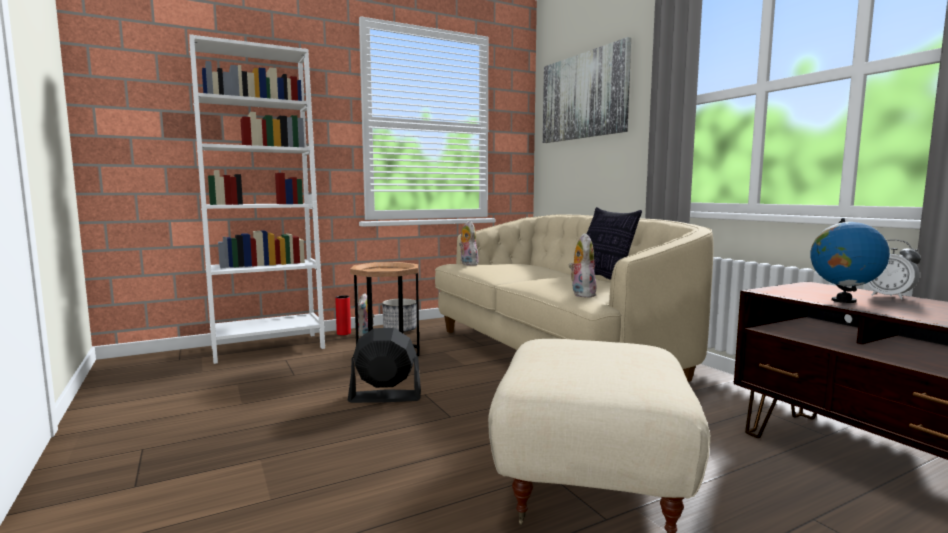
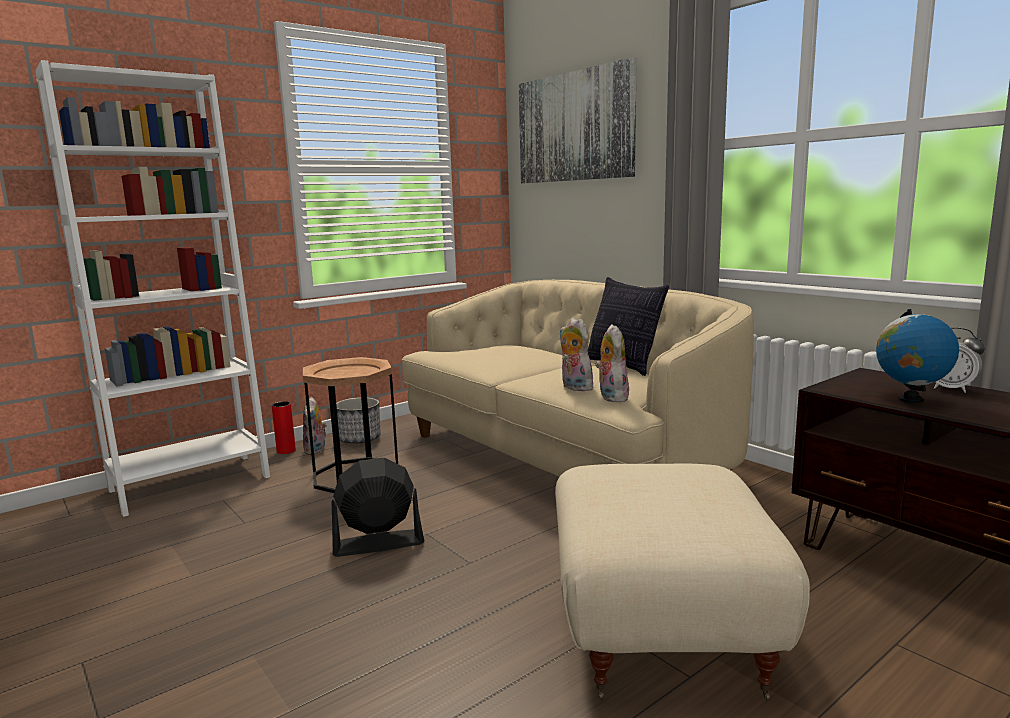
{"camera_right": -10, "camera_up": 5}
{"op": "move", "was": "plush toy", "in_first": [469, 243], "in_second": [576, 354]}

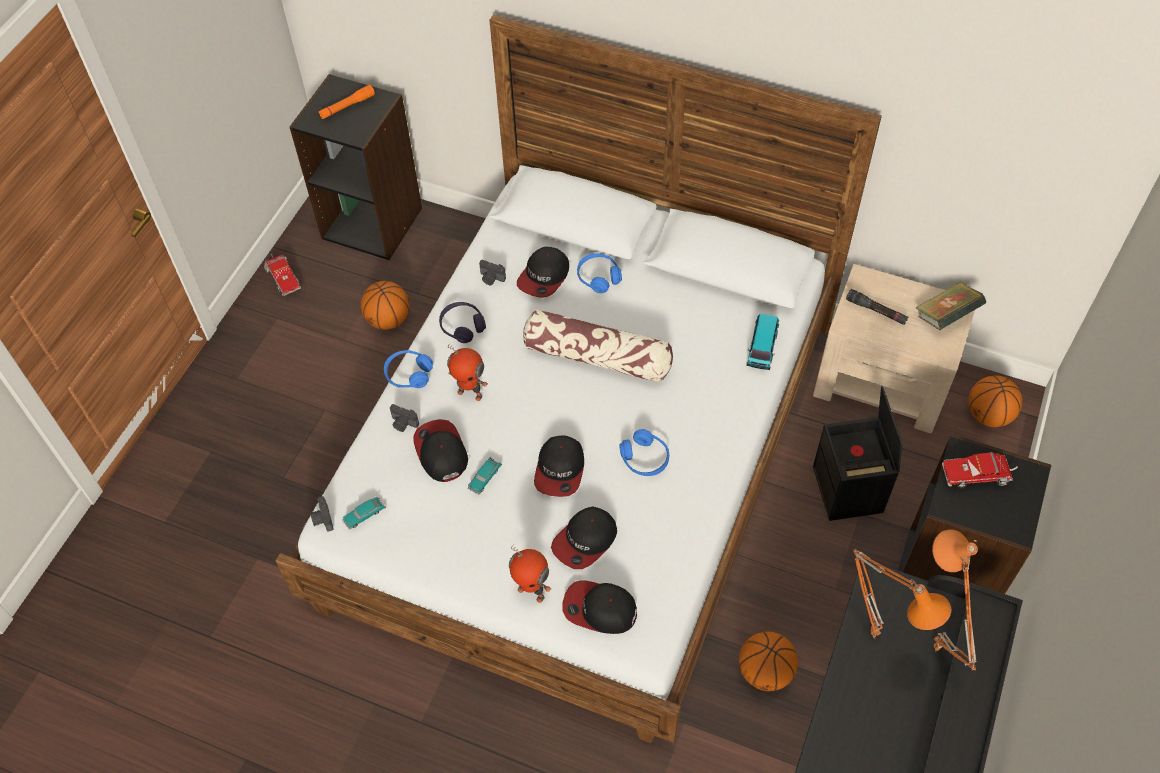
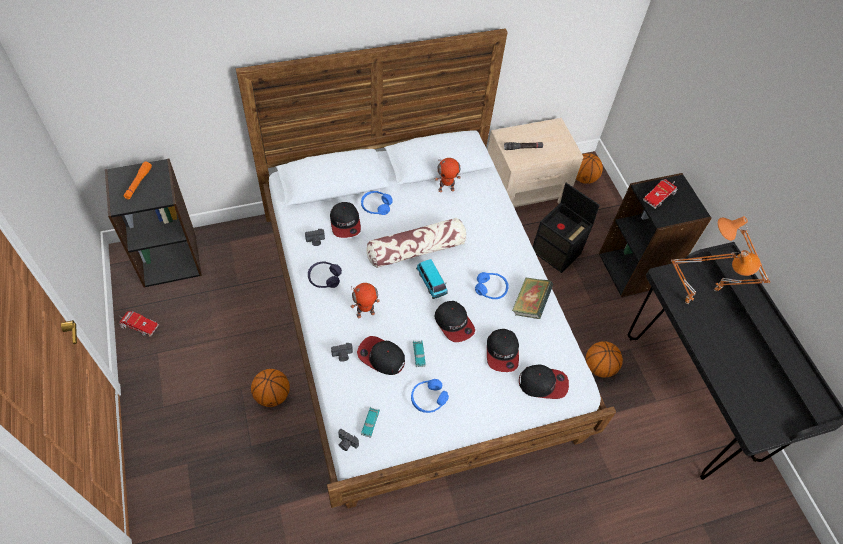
{"camera_right": -45, "camera_up": 0}
{"op": "move", "was": "basketball", "in_first": [385, 305], "in_second": [270, 388]}
{"op": "move", "was": "blue headphones", "in_first": [408, 369], "in_second": [430, 396]}
{"op": "move", "was": "toy robot", "in_first": [530, 573], "in_second": [448, 175]}
{"op": "move", "was": "toy car", "in_first": [762, 342], "in_second": [432, 279]}
{"op": "move", "was": "book", "in_first": [950, 306], "in_second": [532, 298]}
{"op": "rotate", "was": "cap", "in_first": [600, 607], "in_second": [544, 381], "clockwise": -150}

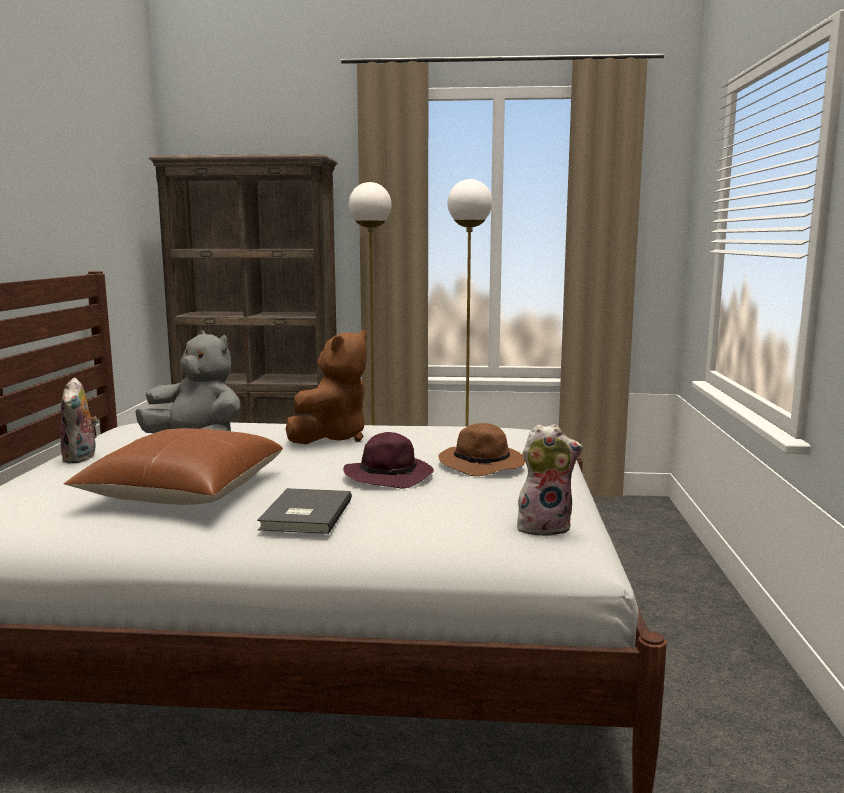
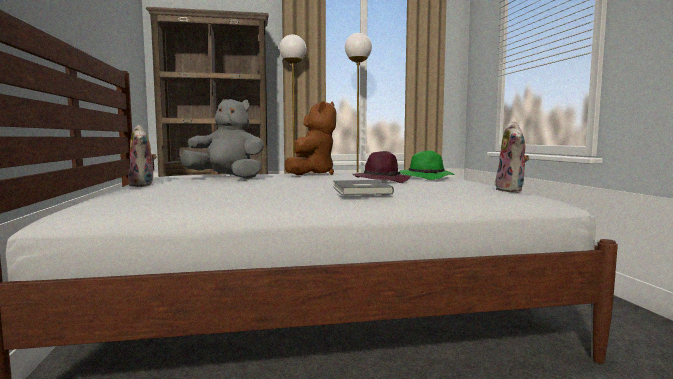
{"camera_right": -15, "camera_up": -5}
{"op": "delete", "was": "brown pillow", "in_first": [173, 466]}
{"op": "recolor", "was": "brown hat", "now": "green hat", "in_first": [481, 449], "in_second": [427, 165]}
{"op": "rotate", "was": "plush toy", "in_first": [550, 480], "in_second": [512, 157], "clockwise": 120}

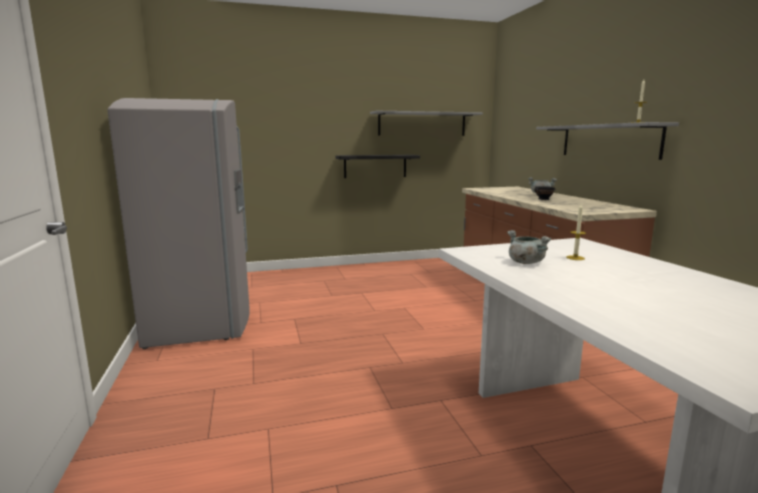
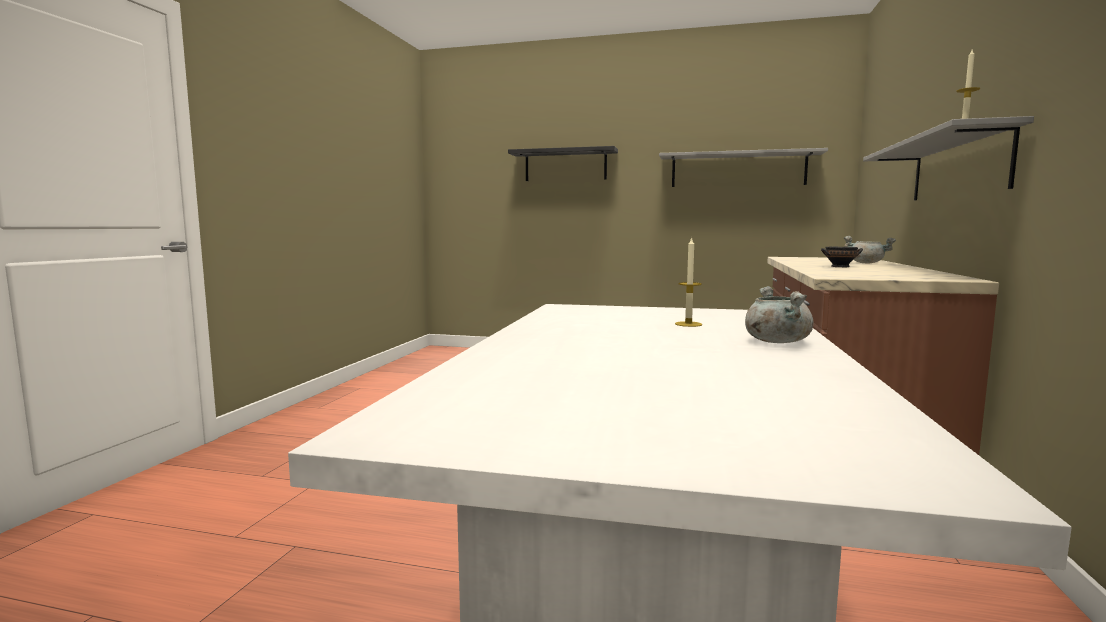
{"camera_right": 30, "camera_up": -5}
{"op": "delete", "was": "grey fridge", "in_first": [178, 223]}
{"op": "move", "was": "black shelf", "in_first": [377, 166], "in_second": [563, 163]}
{"op": "move", "was": "grey cooking pot", "in_first": [529, 247], "in_second": [779, 314]}

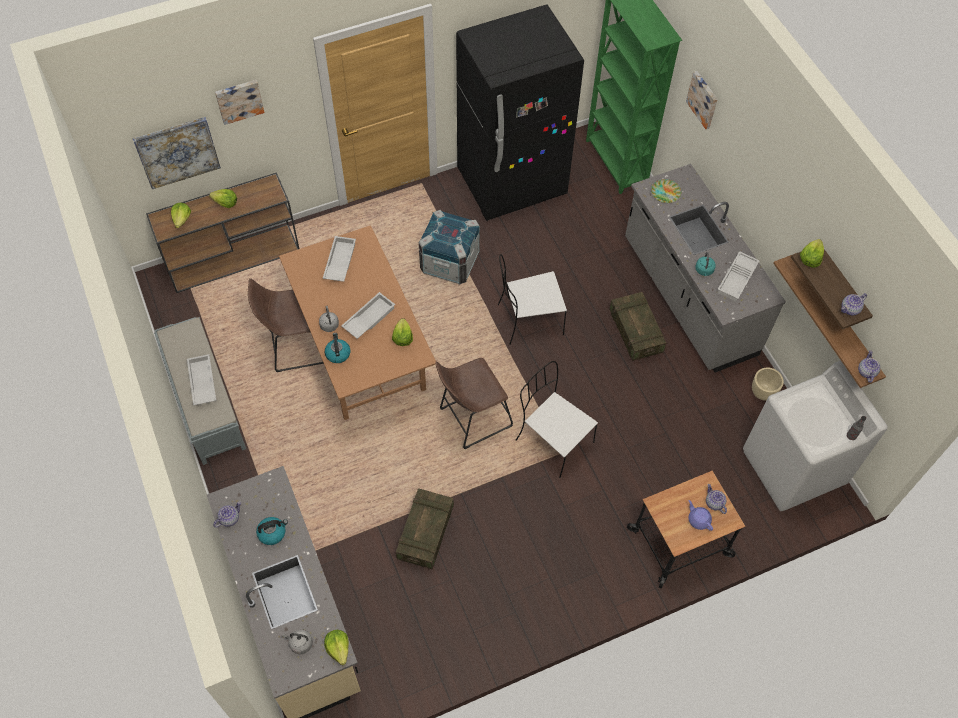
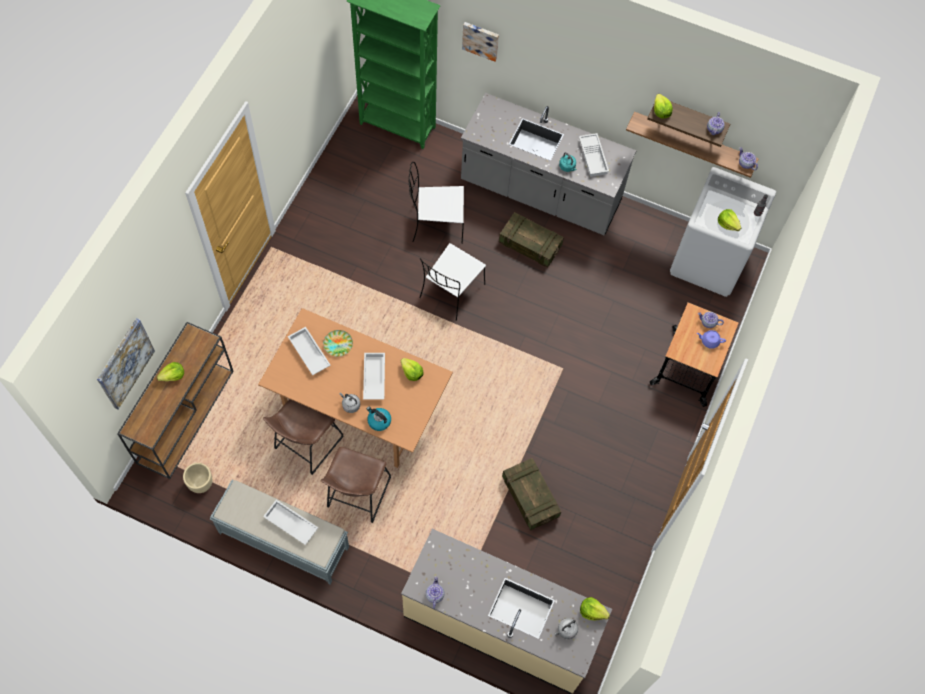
{"camera_right": -45, "camera_up": 5}
{"op": "delete", "was": "picture", "in_first": [240, 102]}
{"op": "delete", "was": "kettle", "in_first": [272, 531]}
{"op": "delete", "was": "crate", "in_first": [449, 247]}
{"op": "delete", "was": "black fridge", "in_first": [520, 113]}
{"op": "move", "was": "lettuce", "in_first": [181, 215], "in_second": [729, 220]}
{"op": "move", "was": "brown stool", "in_first": [474, 403], "in_second": [356, 485]}
{"op": "move", "was": "white chair", "in_first": [556, 419], "in_second": [436, 203]}
{"op": "move", "was": "plate", "in_first": [666, 191], "in_second": [338, 343]}
{"op": "move", "was": "beige planter", "in_first": [768, 384], "in_second": [197, 478]}

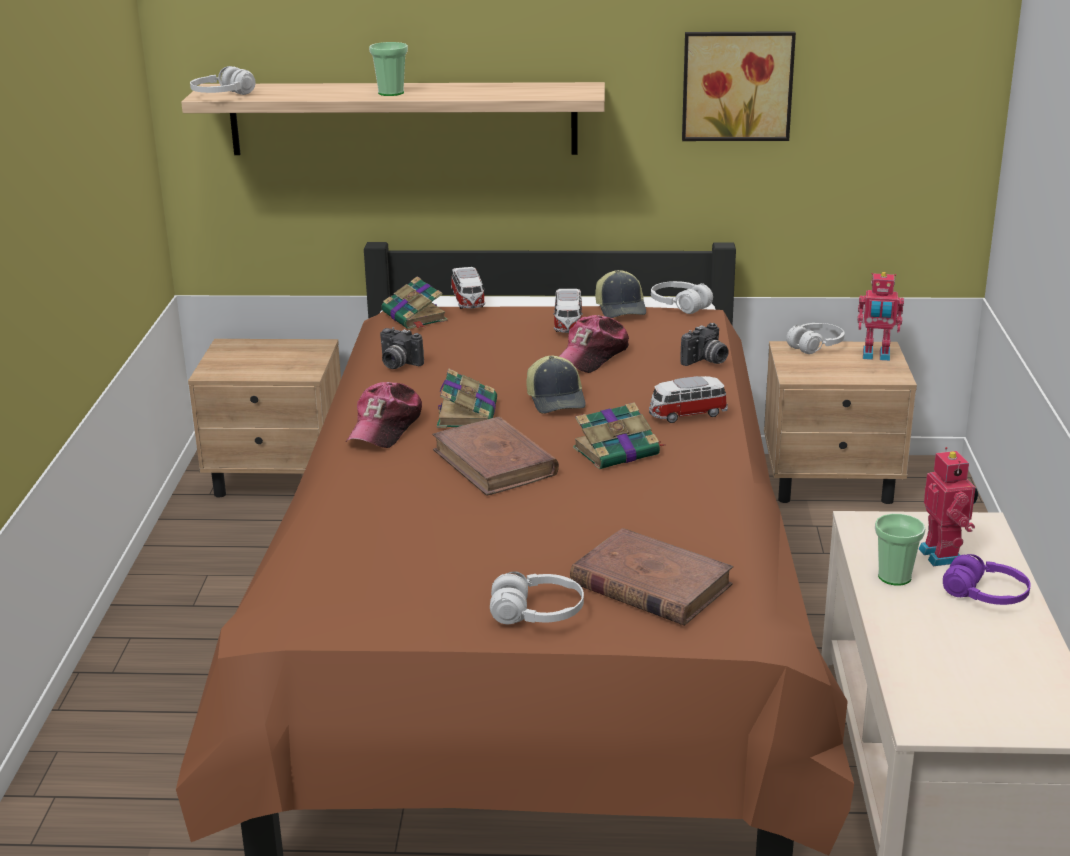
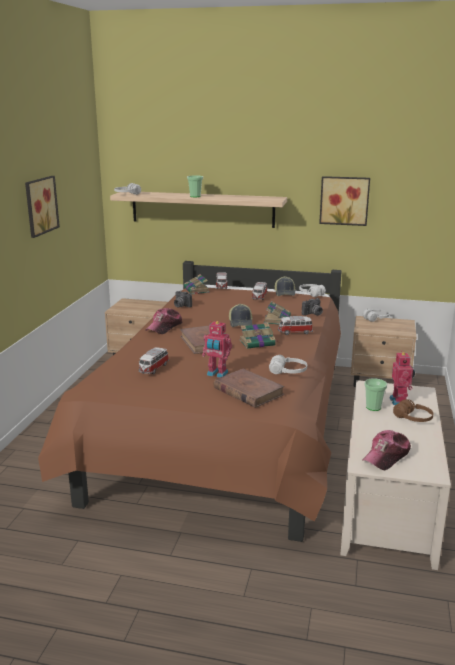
{"camera_right": 10, "camera_up": -5}
{"op": "insert", "now": "picture", "in_second": [42, 207]}
{"op": "insert", "now": "toy car", "in_second": [154, 360]}
{"op": "move", "was": "book", "in_first": [467, 398], "in_second": [277, 312]}
{"op": "move", "was": "white headphones", "in_first": [537, 598], "in_second": [288, 364]}
{"op": "move", "was": "cap", "in_first": [594, 344], "in_second": [387, 450]}
{"op": "move", "was": "toy robot", "in_first": [880, 316], "in_second": [217, 349]}
{"op": "recolor", "was": "purple headphones", "now": "brown headphones", "in_first": [987, 579], "in_second": [413, 410]}

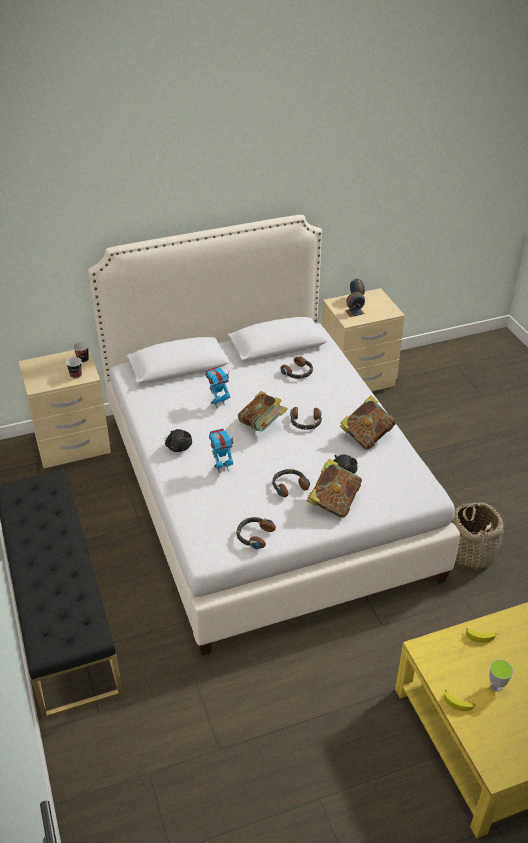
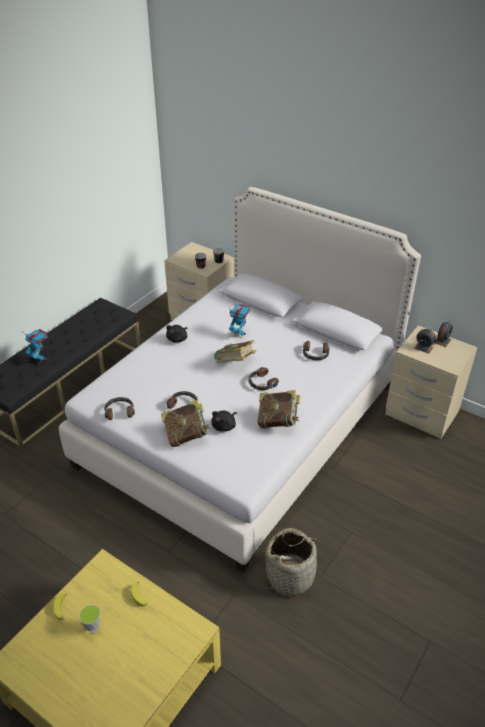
{"camera_right": 55, "camera_up": 0}
{"op": "move", "was": "toy robot", "in_first": [221, 450], "in_second": [36, 346]}

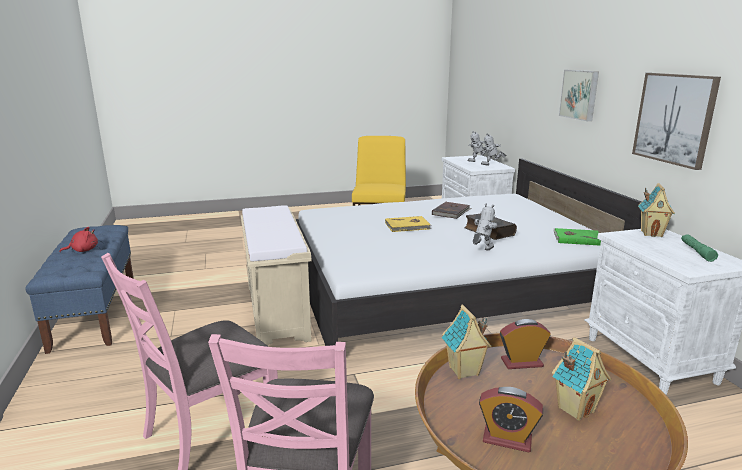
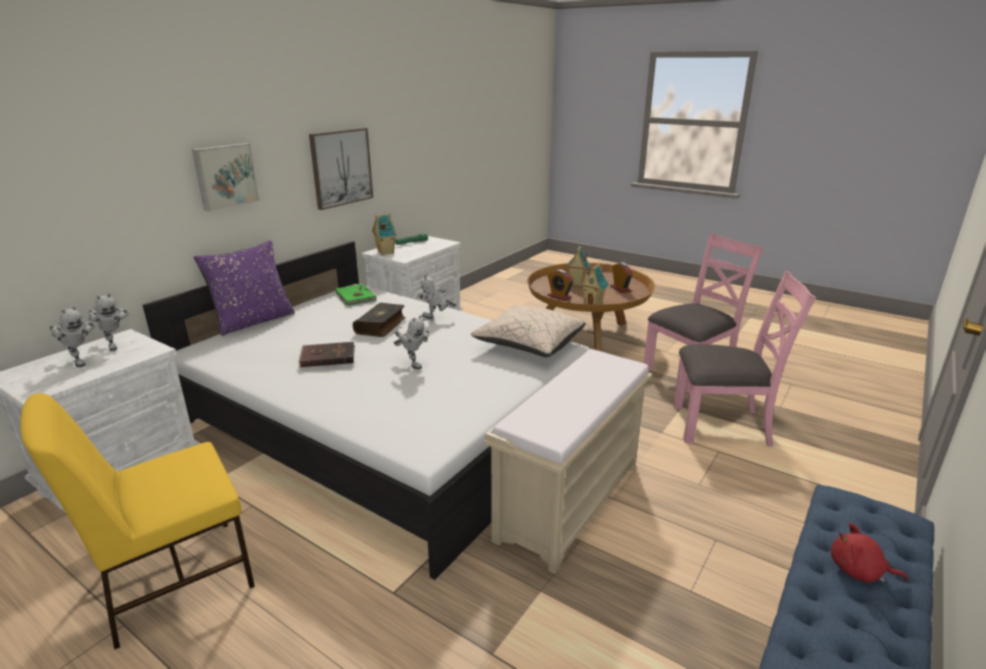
{"camera_right": -130, "camera_up": 5}
{"op": "insert", "now": "purple pillow", "in_second": [244, 288]}
{"op": "insert", "now": "beige pillow", "in_second": [528, 331]}
{"op": "replace", "was": "yellow book", "now": "toy robot", "in_first": [408, 224], "in_second": [411, 342]}

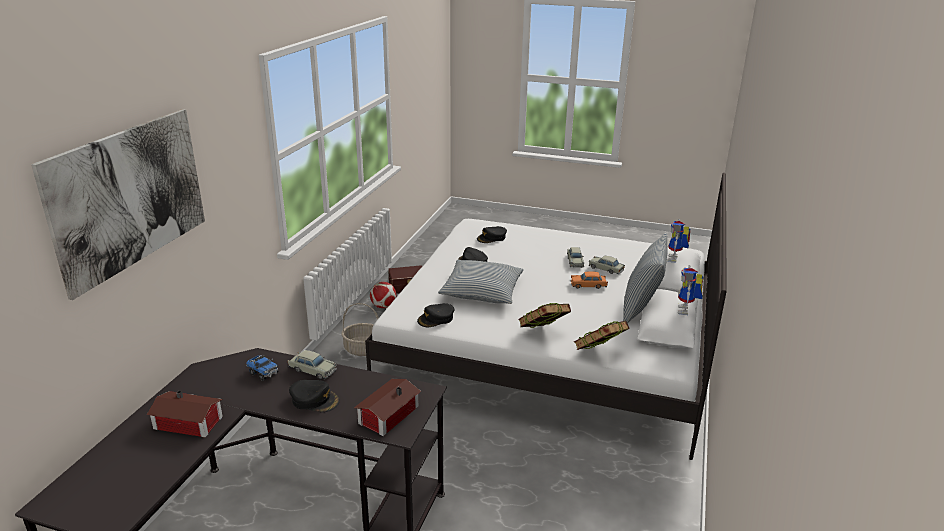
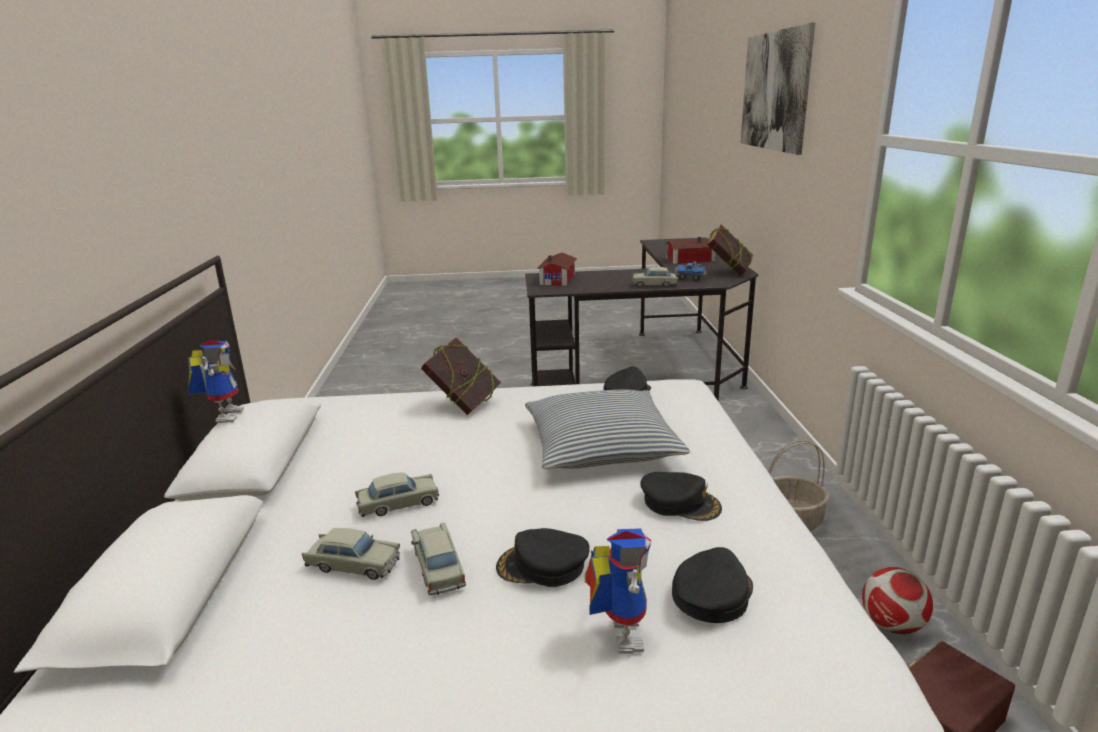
{"camera_right": 160, "camera_up": -5}
{"op": "delete", "was": "pillow", "in_first": [645, 278]}
{"op": "move", "was": "black cap", "in_first": [314, 396], "in_second": [543, 557]}
{"op": "move", "was": "book", "in_first": [602, 335], "in_second": [730, 250]}
{"op": "move", "was": "toy robot", "in_first": [678, 241], "in_second": [618, 591]}
{"op": "recolor", "was": "orange toy car", "now": "beige toy car", "in_first": [589, 280], "in_second": [397, 494]}

